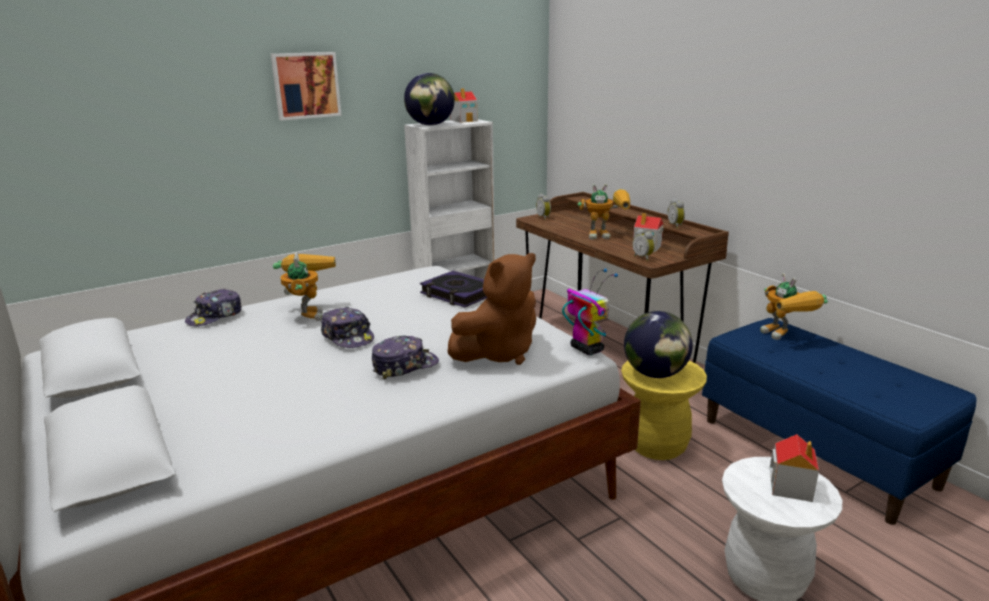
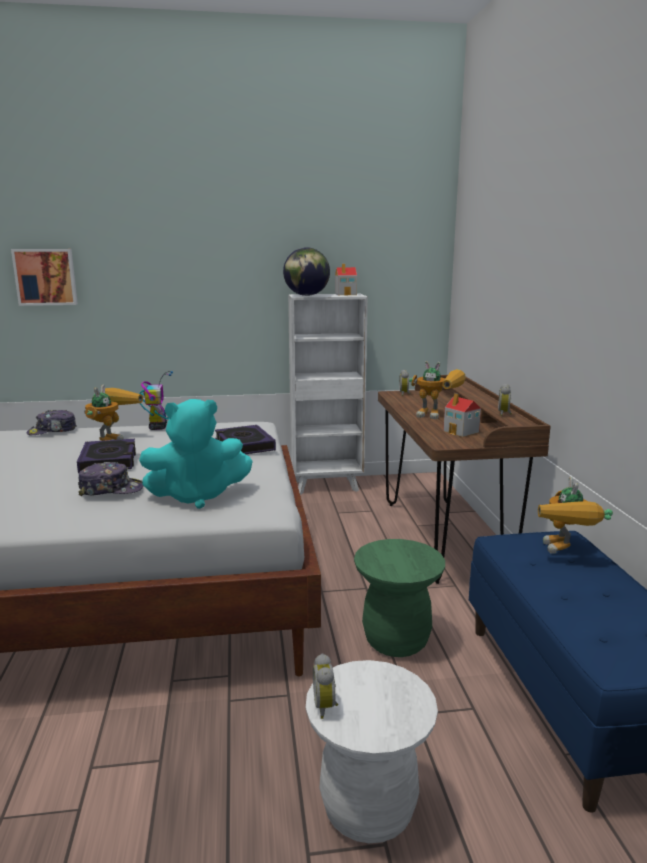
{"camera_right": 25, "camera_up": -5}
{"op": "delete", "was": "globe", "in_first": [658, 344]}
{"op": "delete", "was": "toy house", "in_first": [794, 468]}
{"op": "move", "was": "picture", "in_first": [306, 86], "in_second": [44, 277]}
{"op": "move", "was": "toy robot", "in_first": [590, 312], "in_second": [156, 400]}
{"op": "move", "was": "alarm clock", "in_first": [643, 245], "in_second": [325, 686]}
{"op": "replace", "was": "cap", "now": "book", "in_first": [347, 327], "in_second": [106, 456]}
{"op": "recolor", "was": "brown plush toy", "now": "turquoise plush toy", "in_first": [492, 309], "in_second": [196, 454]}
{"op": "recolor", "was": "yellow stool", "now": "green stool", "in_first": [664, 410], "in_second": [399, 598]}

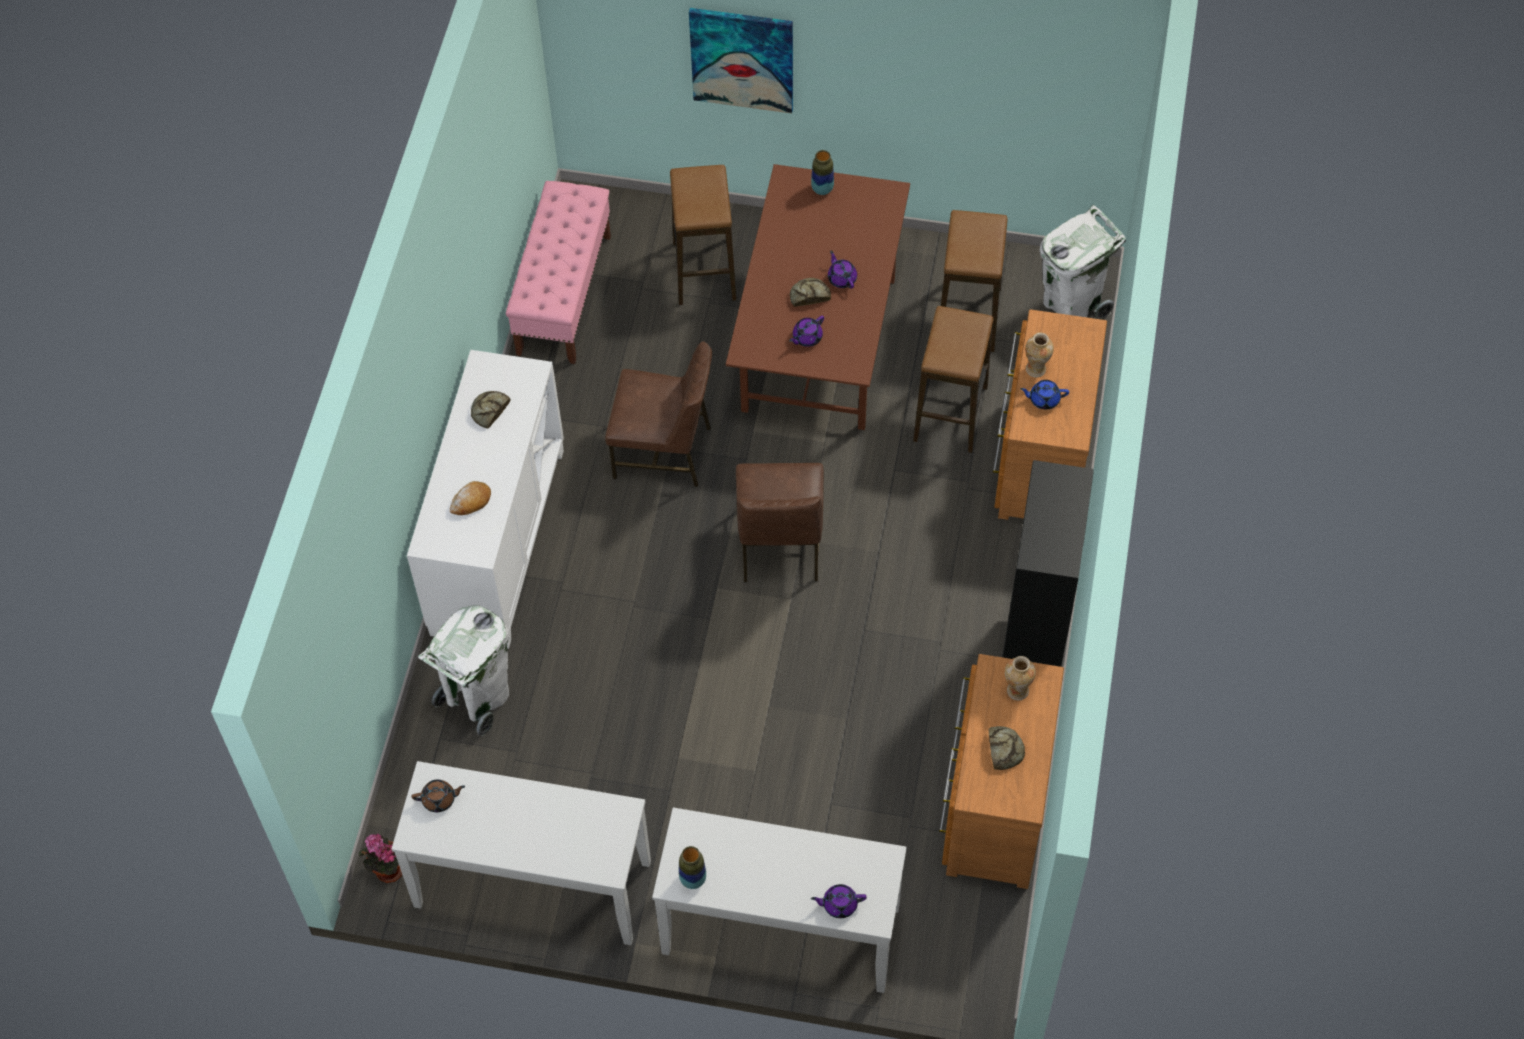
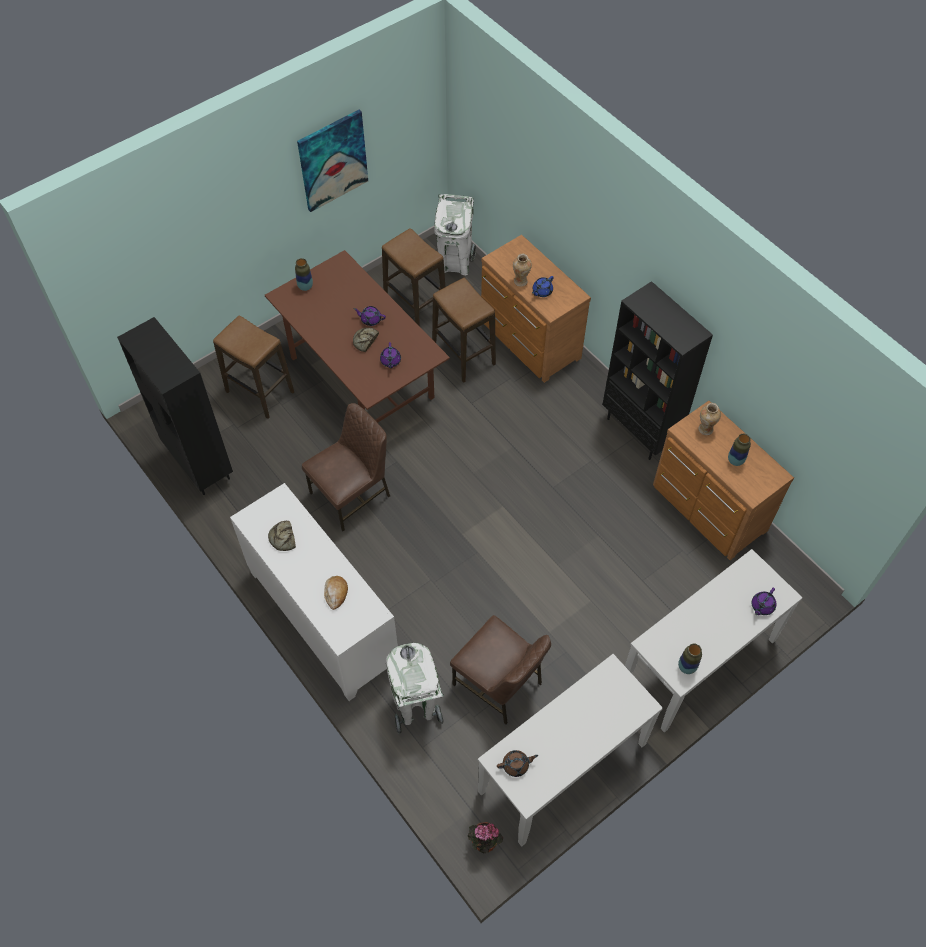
{"camera_right": -50, "camera_up": 0}
{"op": "move", "was": "picture", "in_first": [741, 61], "in_second": [332, 161]}
{"op": "move", "was": "brown chair", "in_first": [780, 522], "in_second": [500, 669]}
{"op": "replace", "was": "pink bench", "now": "black bookcase", "in_first": [558, 272], "in_second": [175, 406]}
{"op": "replace", "was": "bread", "now": "vase", "in_first": [1006, 748], "in_second": [739, 450]}
{"op": "rotate", "was": "brown teapot", "in_first": [438, 796], "in_second": [517, 763], "clockwise": 45}

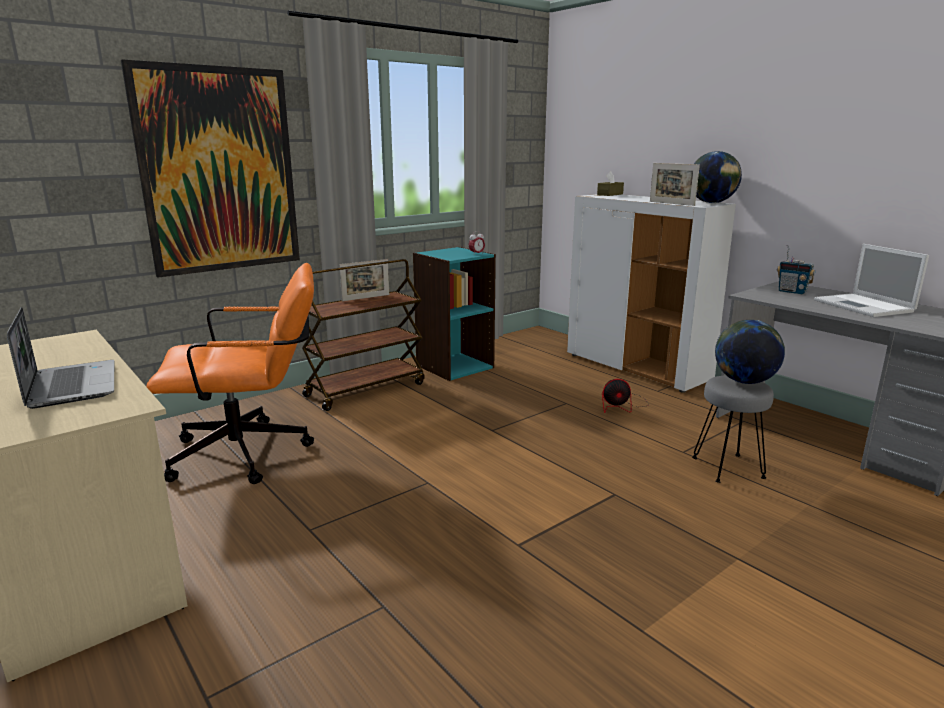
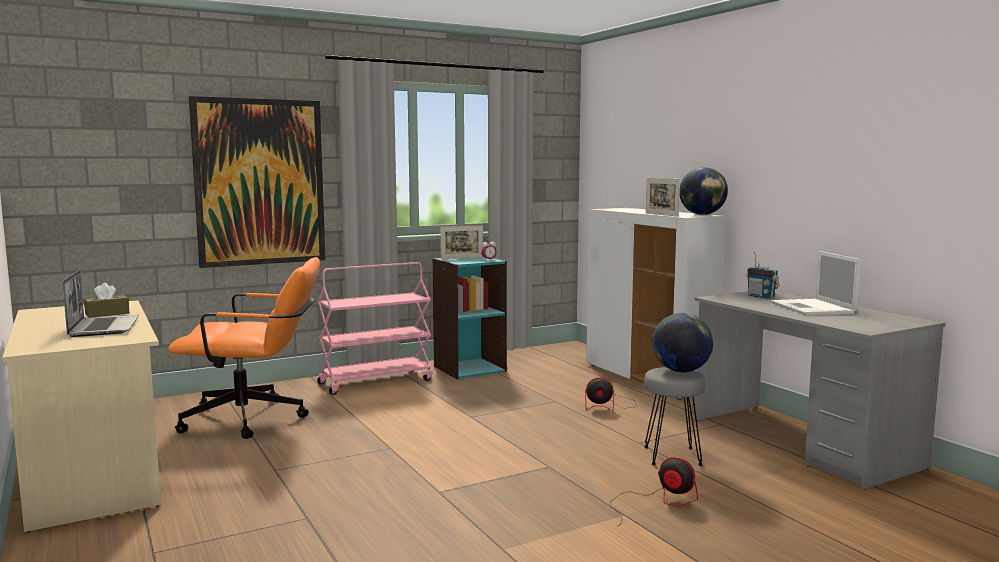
{"camera_right": 10, "camera_up": -10}
{"op": "insert", "now": "fan", "in_second": [654, 492]}
{"op": "move", "was": "picture frame", "in_first": [364, 280], "in_second": [461, 242]}
{"op": "move", "was": "brown tissue box", "in_first": [610, 183], "in_second": [106, 300]}
{"op": "recolor", "was": "brown cart", "now": "pink cart", "in_first": [363, 335], "in_second": [375, 328]}

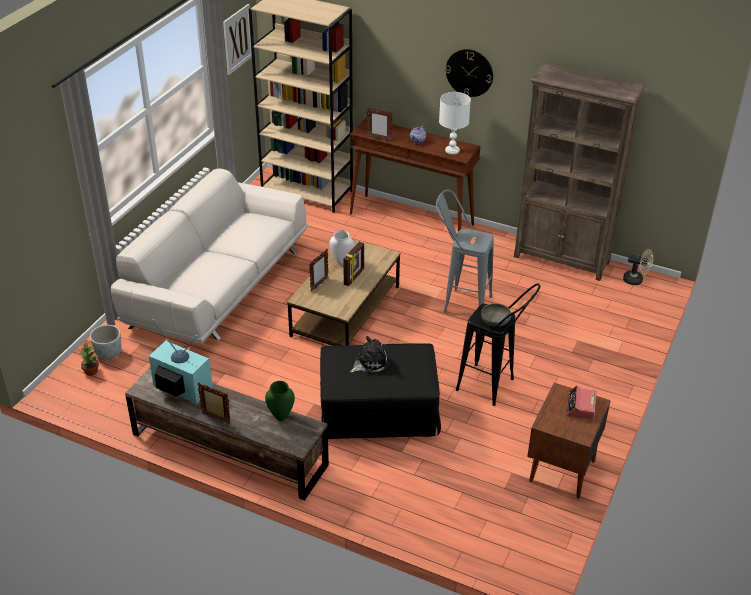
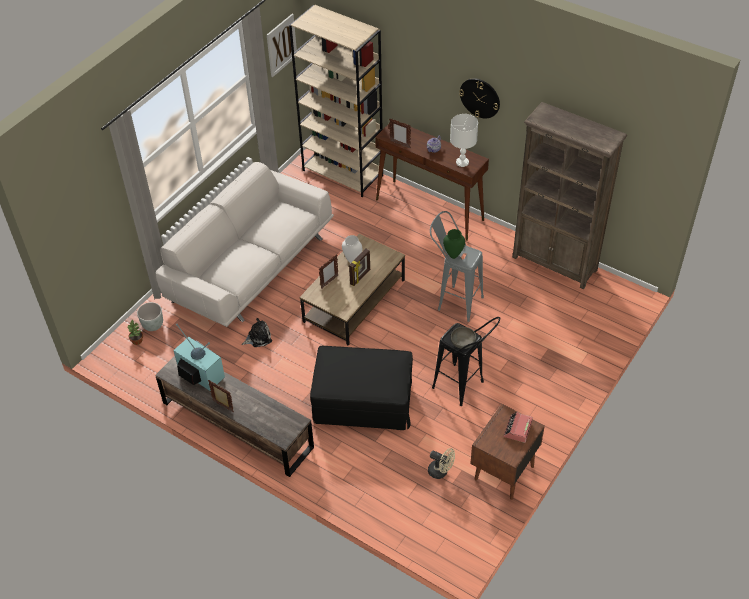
{"camera_right": 10, "camera_up": 10}
{"op": "move", "was": "green vase", "in_first": [280, 401], "in_second": [454, 244]}
{"op": "move", "was": "plush toy", "in_first": [369, 355], "in_second": [257, 332]}
{"op": "move", "was": "beige fan", "in_first": [638, 267], "in_second": [441, 463]}

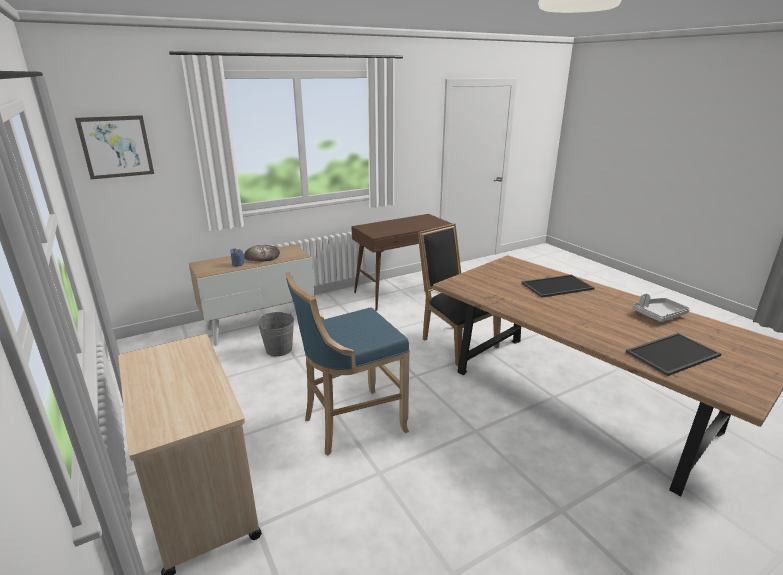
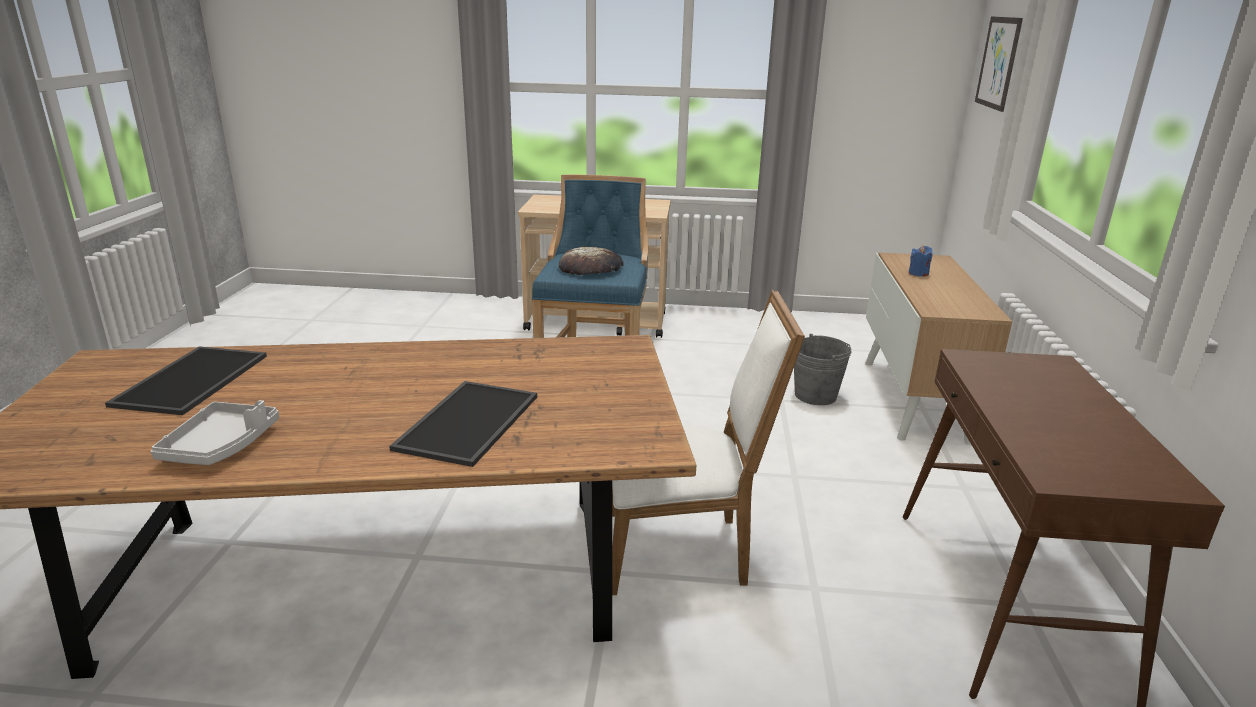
{"camera_right": 125, "camera_up": 0}
{"op": "move", "was": "bread", "in_first": [262, 253], "in_second": [591, 261]}
{"op": "recolor", "was": "black chair", "now": "white chair", "in_first": [459, 294], "in_second": [708, 442]}

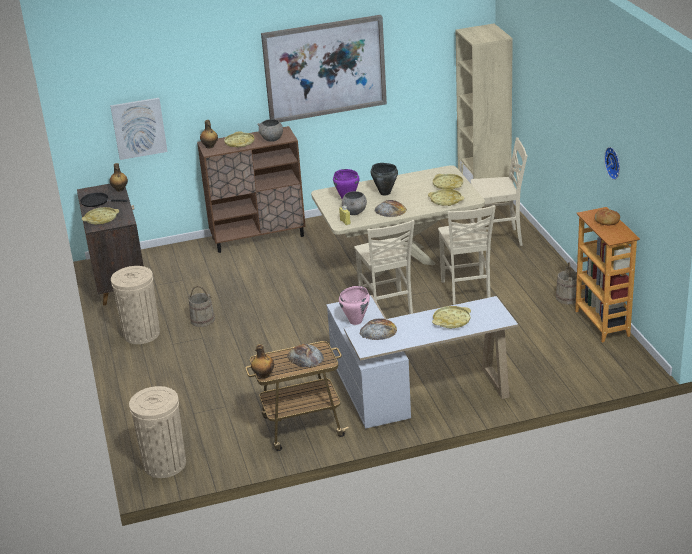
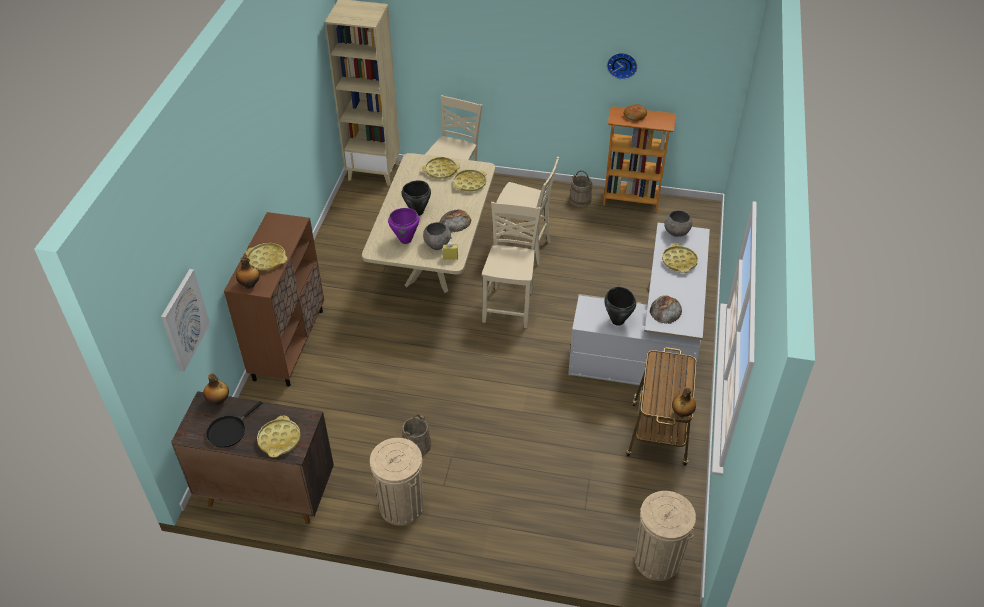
{"camera_right": -65, "camera_up": 15}
{"op": "delete", "was": "picture", "in_first": [324, 68]}
{"op": "delete", "was": "bread", "in_first": [305, 355]}
{"op": "move", "was": "grey bowl", "in_first": [270, 130], "in_second": [678, 223]}
{"op": "recolor", "was": "pink cooking pot", "now": "black cooking pot", "in_first": [354, 305], "in_second": [620, 306]}
{"op": "rotate", "was": "beige chair", "in_first": [384, 267], "in_second": [511, 265], "clockwise": -90}

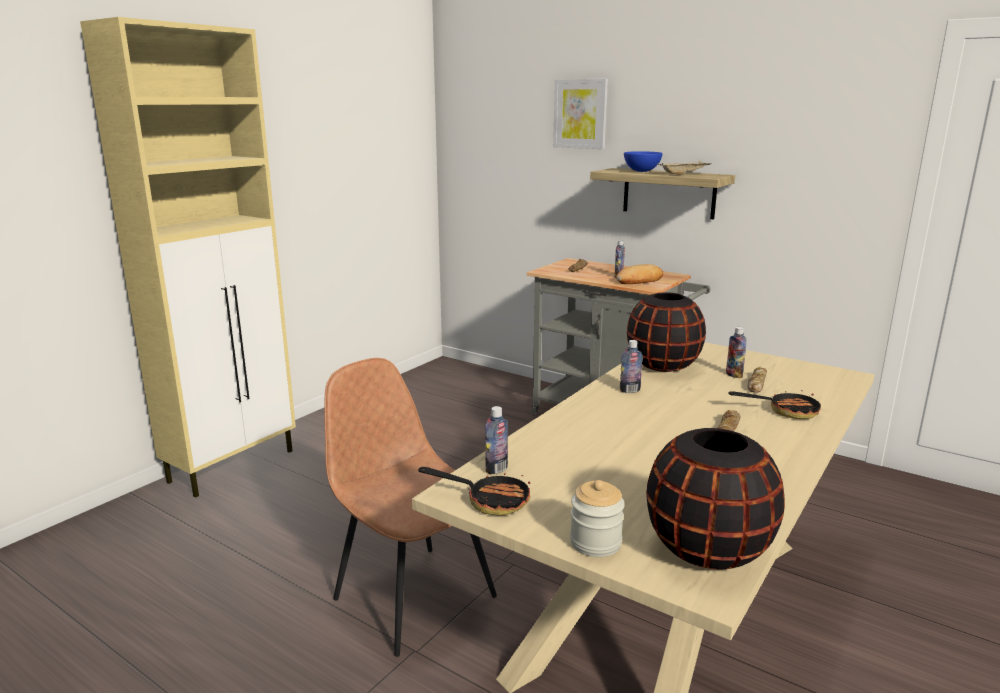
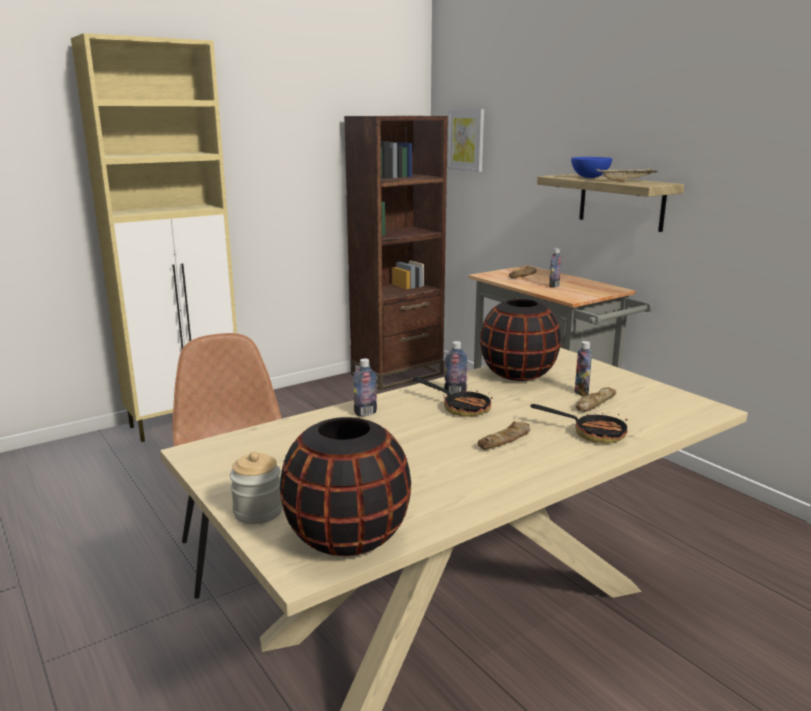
{"camera_right": 20, "camera_up": 0}
{"op": "delete", "was": "bread", "in_first": [639, 274]}
{"op": "insert", "now": "brown bookcase", "in_second": [396, 253]}
{"op": "move", "was": "frying pan", "in_first": [474, 491], "in_second": [452, 397]}
{"op": "move", "was": "bottle", "in_first": [496, 440], "in_second": [365, 387]}
{"op": "move", "was": "picture", "in_first": [580, 114], "in_second": [465, 140]}

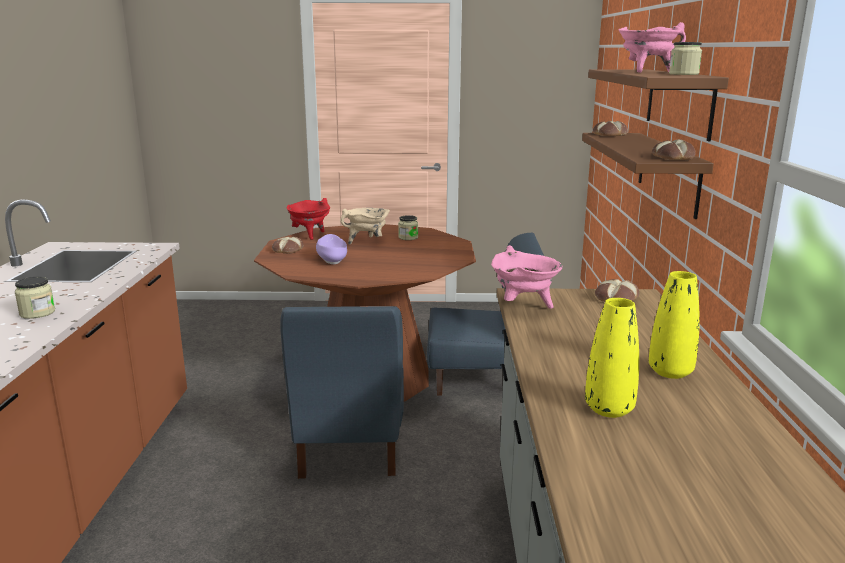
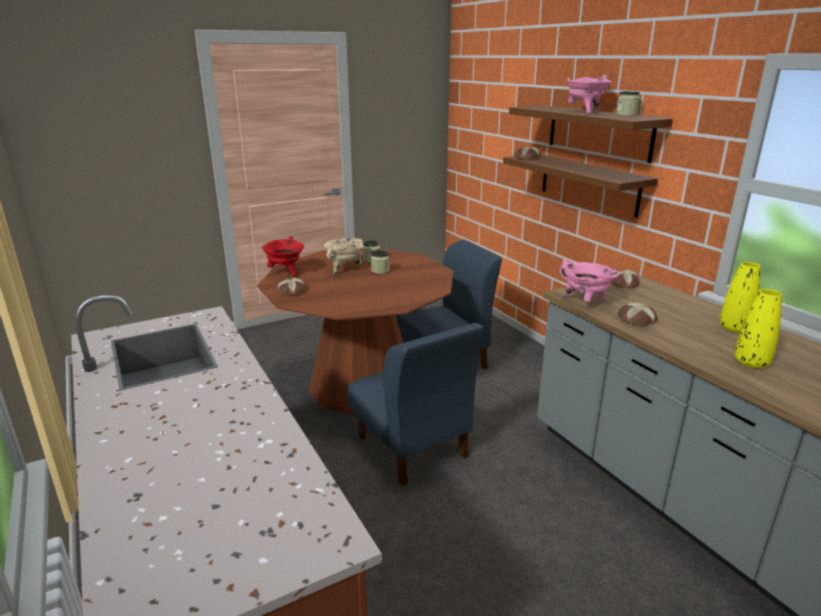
{"camera_right": -30, "camera_up": 5}
{"op": "delete", "was": "purple bowl", "in_first": [331, 249]}
{"op": "move", "was": "jar", "in_first": [35, 298], "in_second": [380, 262]}
{"op": "move", "was": "bread", "in_first": [674, 149], "in_second": [638, 314]}

